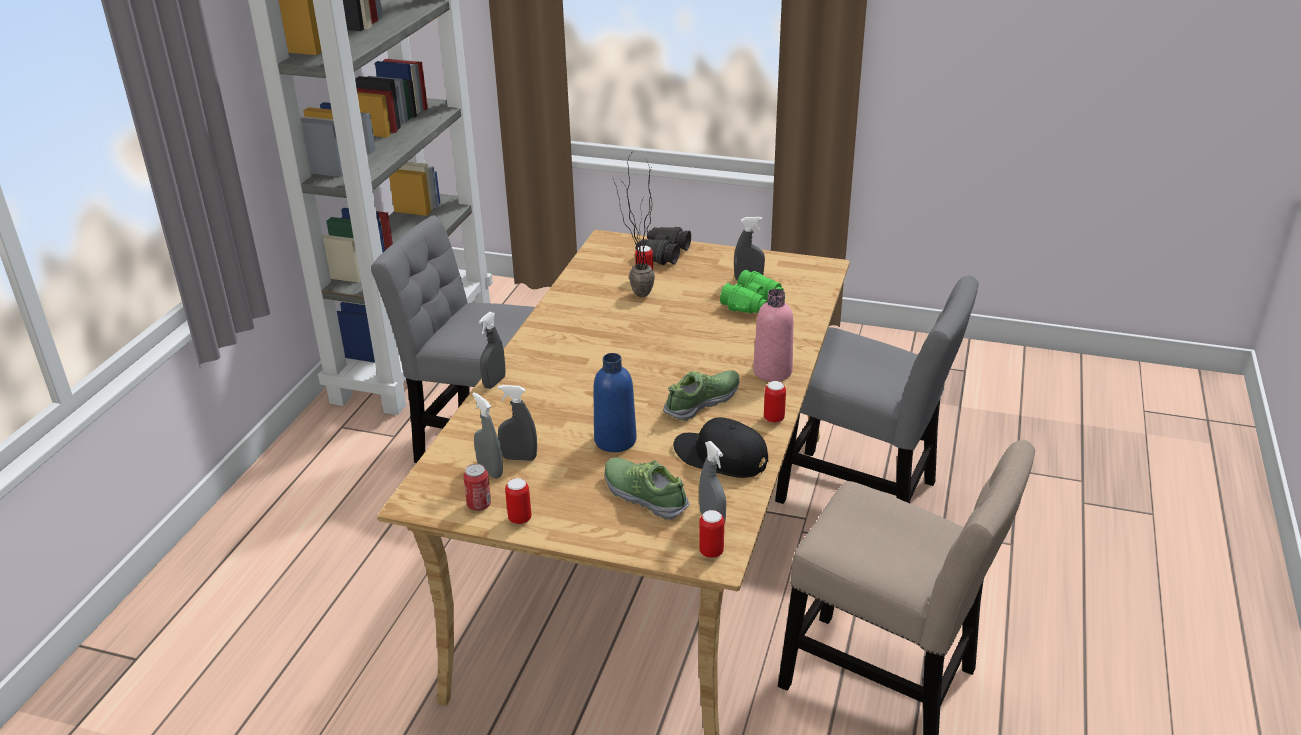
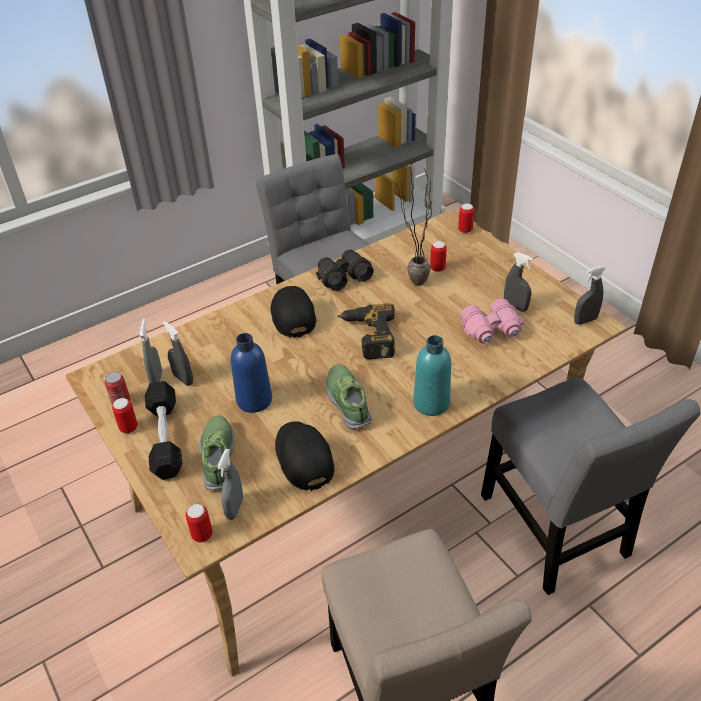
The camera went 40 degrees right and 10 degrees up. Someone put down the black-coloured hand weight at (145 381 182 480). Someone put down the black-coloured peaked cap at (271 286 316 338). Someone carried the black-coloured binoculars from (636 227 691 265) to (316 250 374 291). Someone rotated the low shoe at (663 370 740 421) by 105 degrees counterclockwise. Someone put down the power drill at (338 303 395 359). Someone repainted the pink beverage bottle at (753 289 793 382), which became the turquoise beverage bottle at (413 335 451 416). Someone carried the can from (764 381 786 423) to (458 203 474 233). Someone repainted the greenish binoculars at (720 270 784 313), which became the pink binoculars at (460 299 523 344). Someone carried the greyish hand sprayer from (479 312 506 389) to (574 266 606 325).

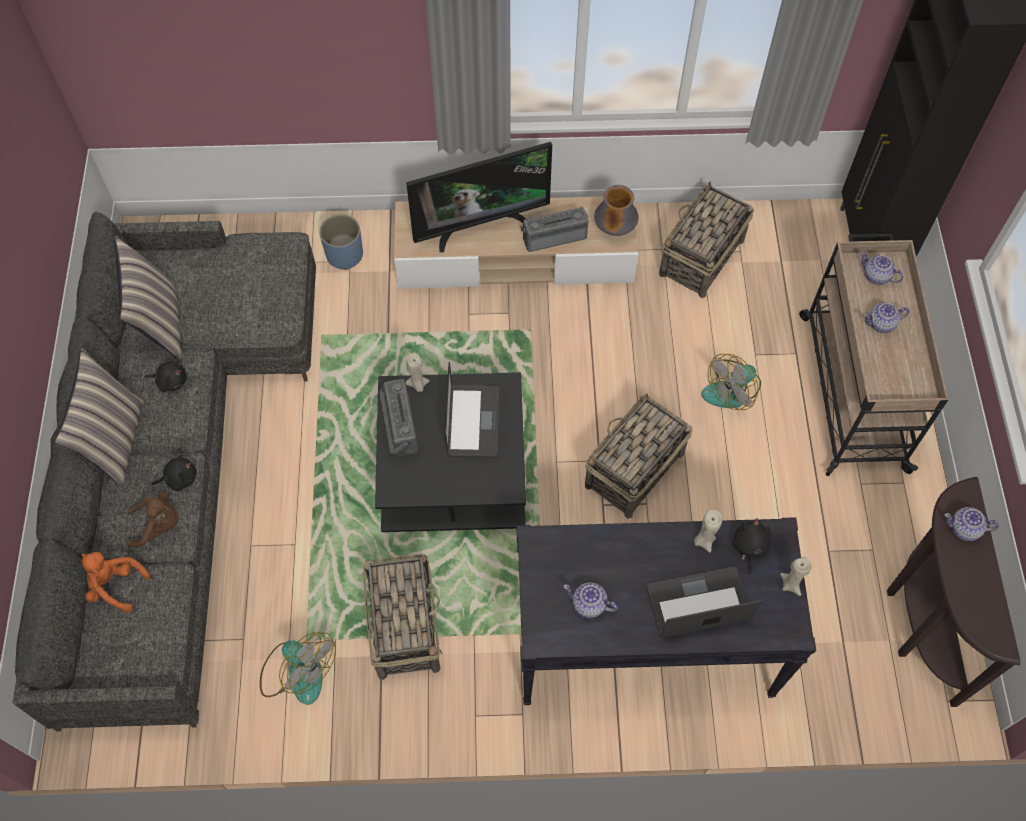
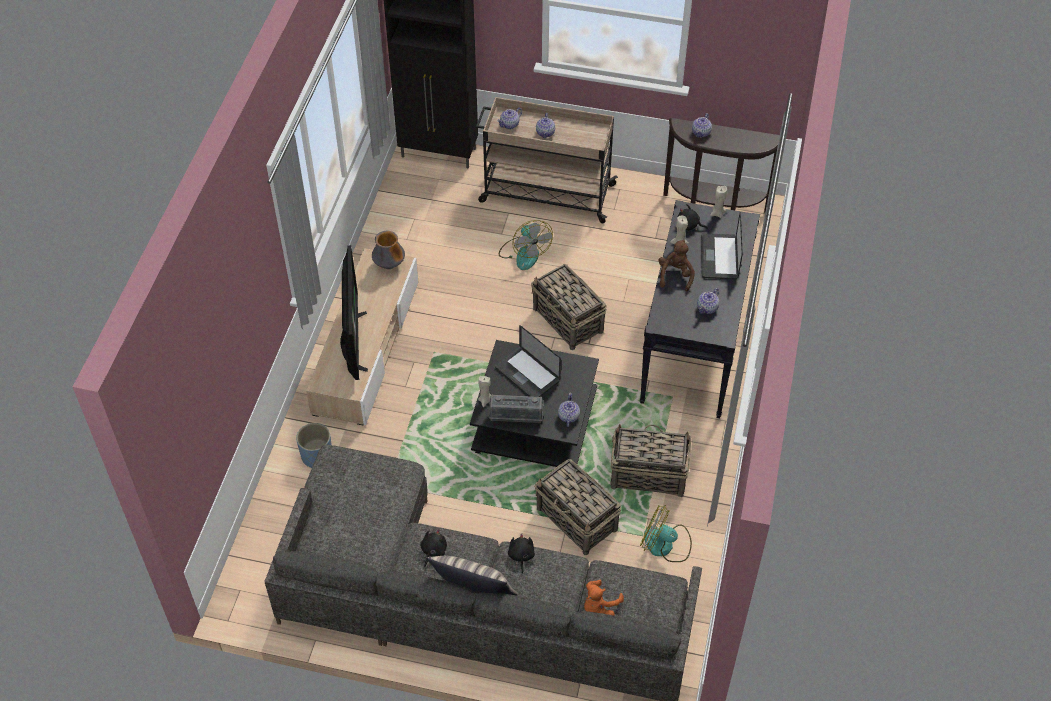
The camera went 75 degrees left and 10 degrees down. Someone rotated the portable computer at (445 362 499 458) by 150 degrees counterclockwise. Someone carried the household basket from (659 182 754 298) to (534 459 621 555). Someone put down the teapot at (558 393 580 427). Someone rotated the electric fan at (260 632 336 705) by 120 degrees counterclockwise. Someone carried the brownish plush toy from (126 492 178 547) to (659 240 695 291). Someone took away the throw pillow at (114 236 182 361). Someone took away the radio at (520 207 589 252).

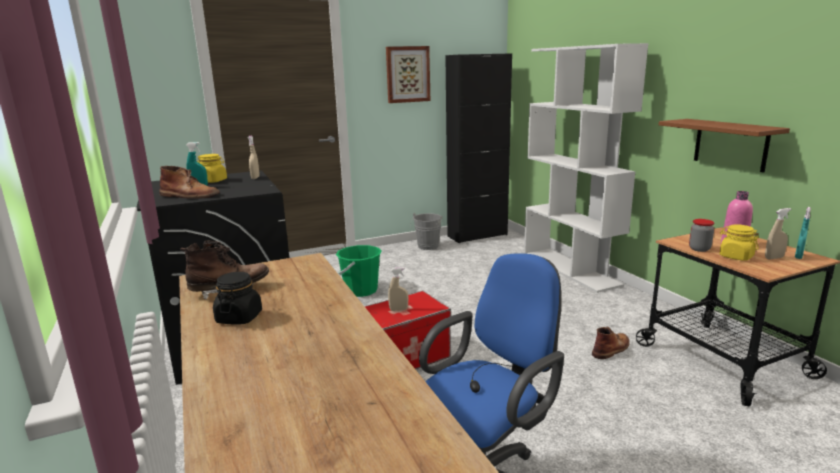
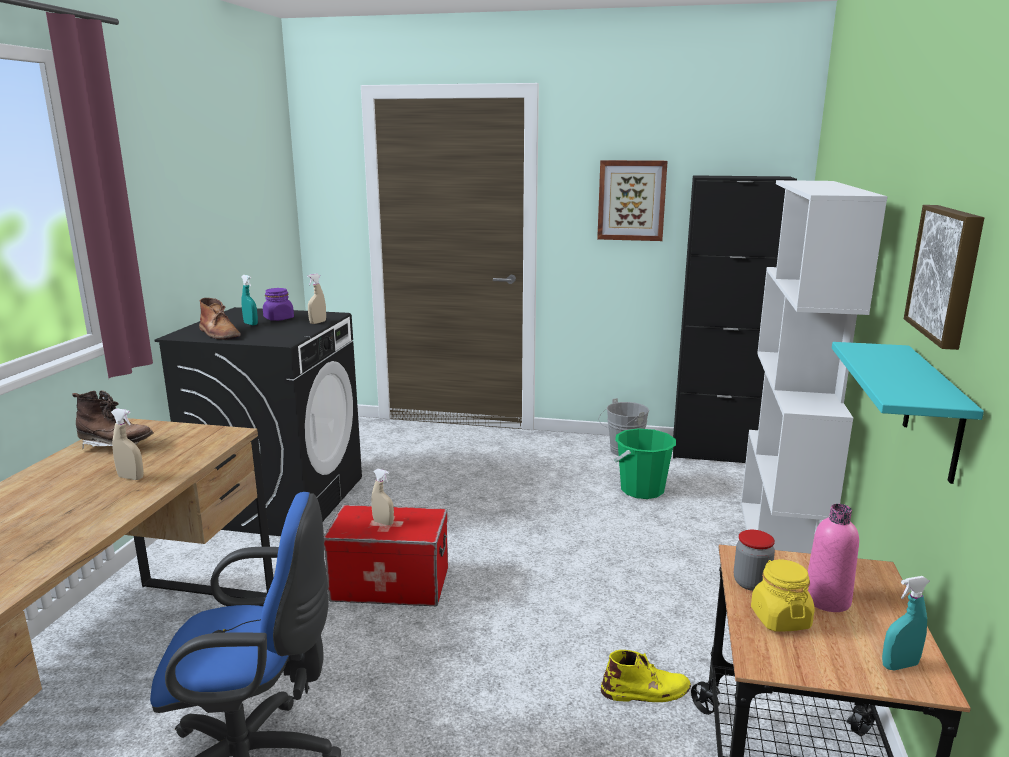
The camera went 35 degrees right and 0 degrees up. Someone carried the beige hand sprayer from (765 208 791 259) to (111 408 144 480). Someone repainted the yellow storage jar at (197 154 227 183), which became the purplish storage jar at (263 288 294 321). Someone repainted the brownish tall boot at (592 327 630 359), which became the yellow tall boot at (601 650 691 702). Someone carried the greenish bucket from (336 245 382 297) to (614 428 676 499). Someone repainted the brownish shelf at (659 119 790 173), which became the turquoise shelf at (832 342 984 484). Someone put up the wall picture at (904 205 984 350). Someone took away the black-coloured storage jar at (213 272 262 325).

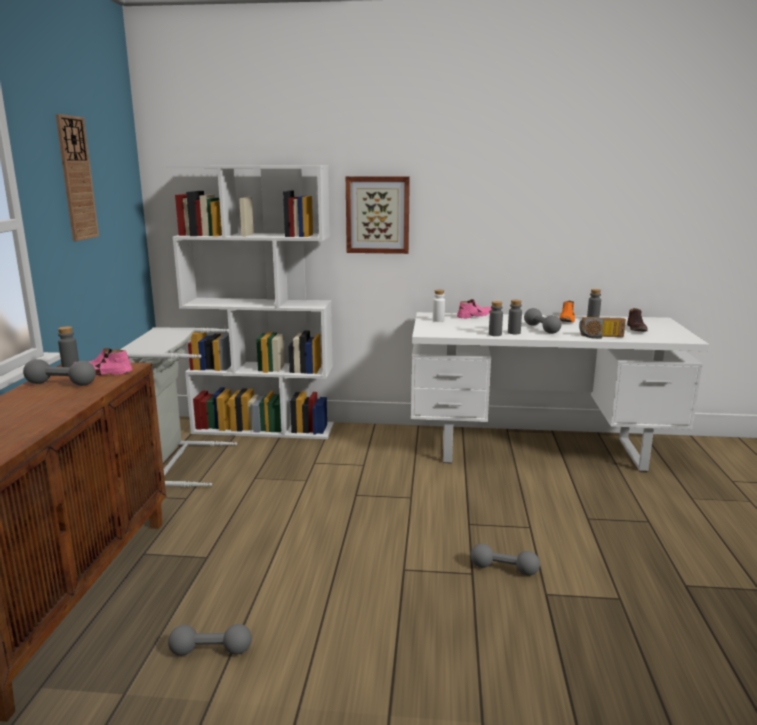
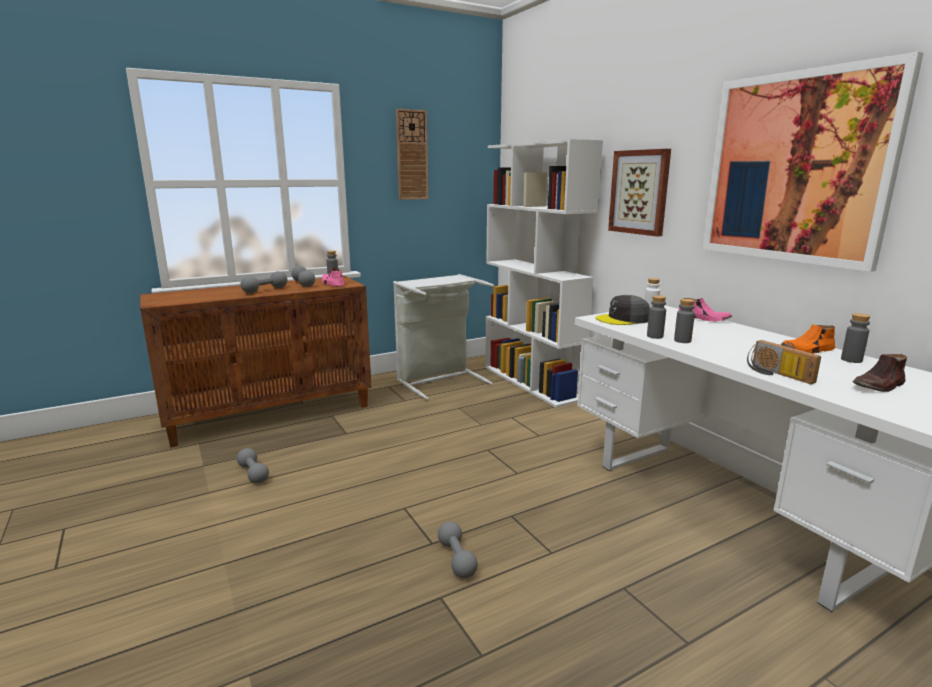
The camera went 55 degrees right and 0 degrees up. Someone carried the greyish hand weight from (524 308 562 334) to (240 271 287 293). Someone put down the greyish peaked cap at (596 295 650 325). Someone put up the wall picture at (703 52 923 272).

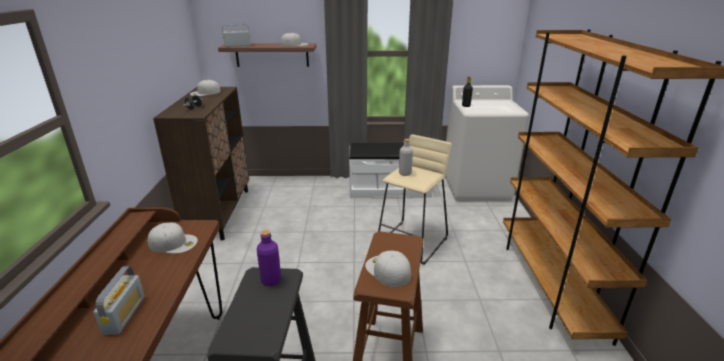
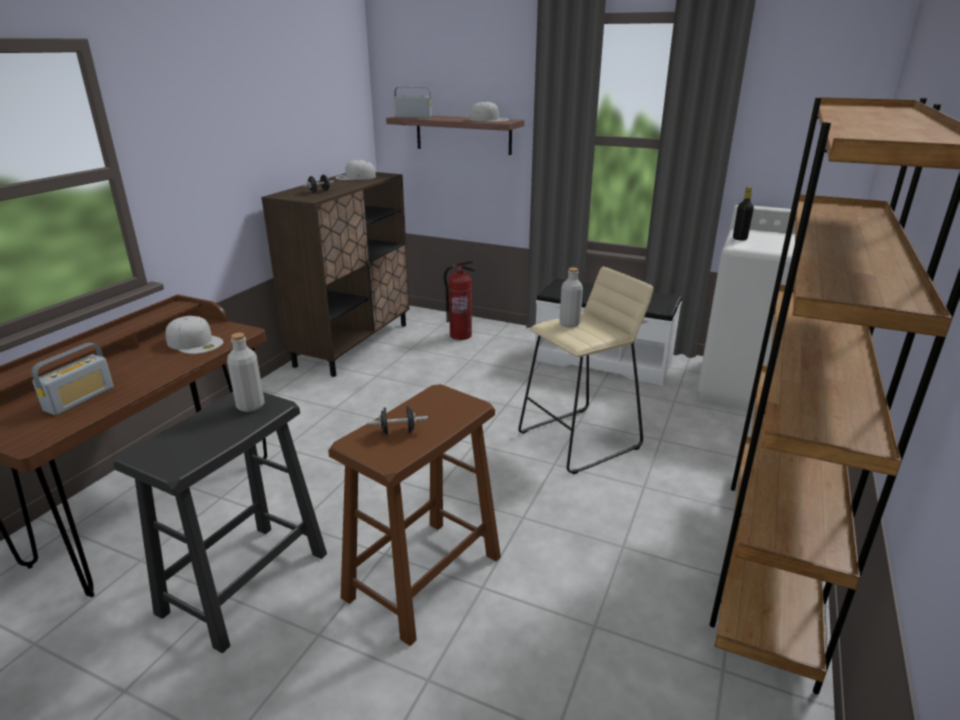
The camera went 25 degrees right and 0 degrees up. Someone repainted the purplish beverage bottle at (257 230 281 286), which became the greyish beverage bottle at (227 333 265 412). Someone swapped the whitish peaked cap at (365 250 411 287) for the black-coloured hand weight at (367 405 428 435). Someone put down the fire-fighting cylinder at (444 260 475 340).

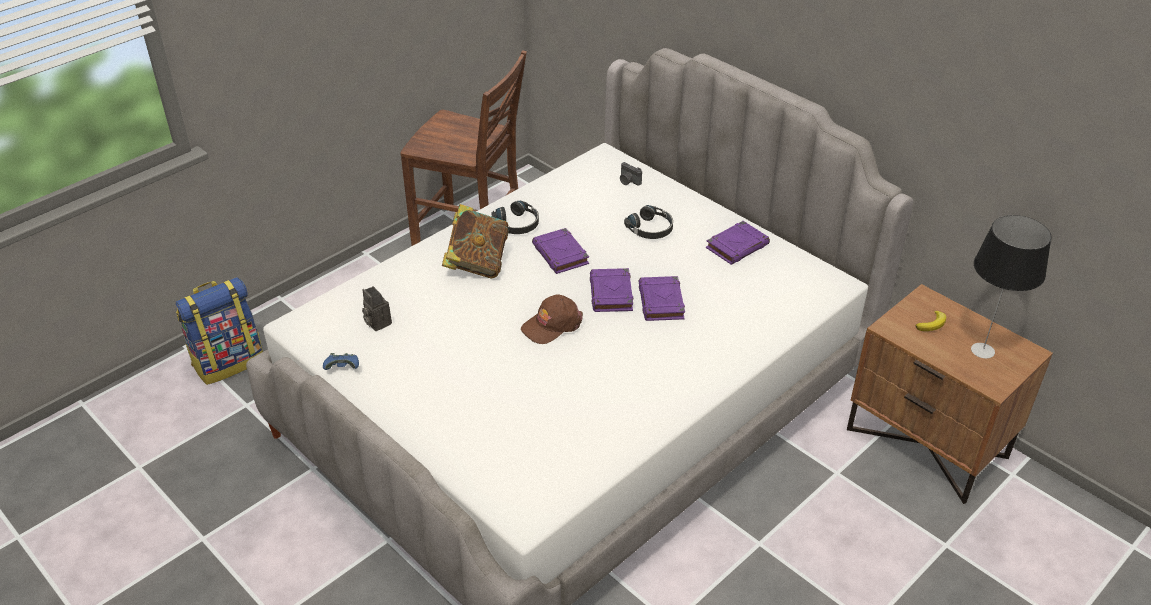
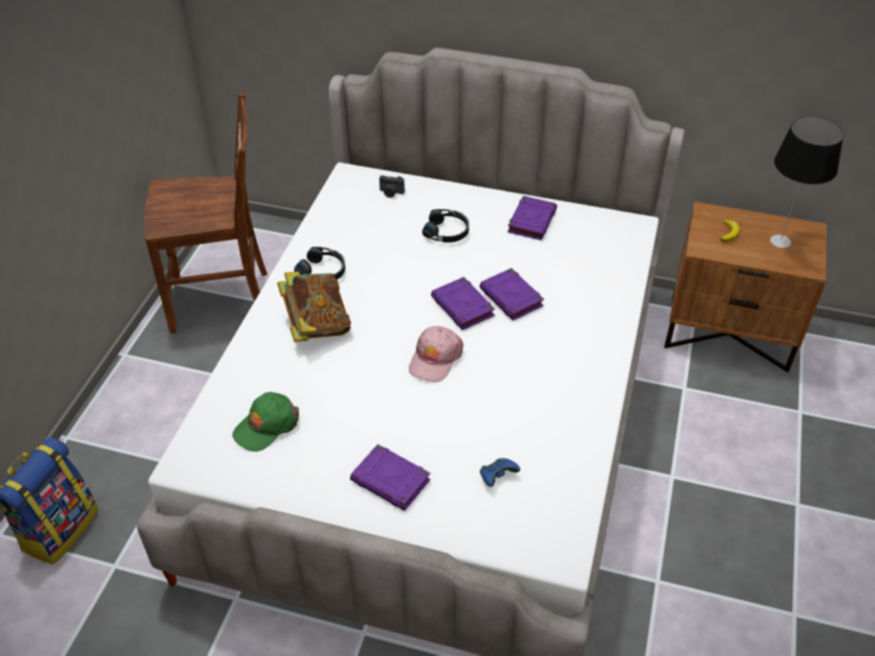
The camera went 30 degrees left and 5 degrees up. Someone swapped the photo camera at (362 286 392 331) for the greenish peaked cap at (232 392 299 452). Someone carried the purplish bound book from (532 228 589 274) to (350 444 430 511). Someone repainted the brownish peaked cap at (521 295 583 344), which became the pink peaked cap at (409 326 464 382). Someone carried the bluish gamepad from (323 353 359 370) to (480 458 520 487).

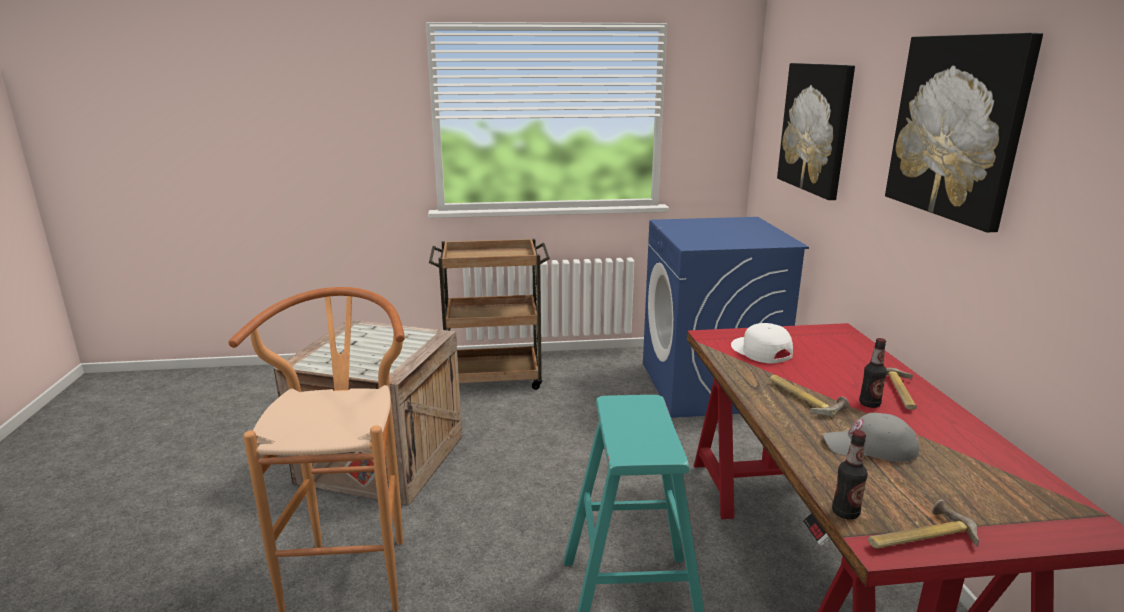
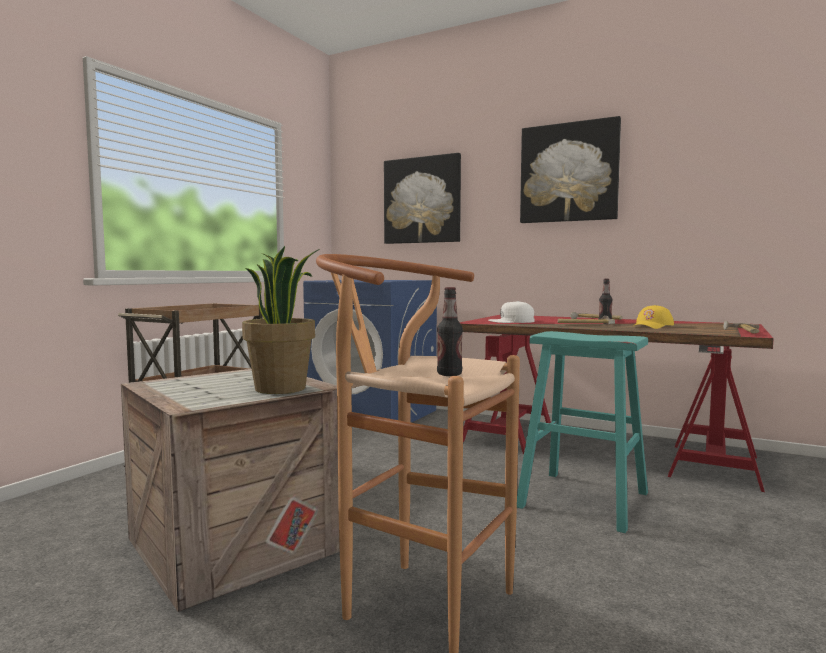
The camera went 55 degrees left and 15 degrees down. Someone put down the houseplant at (242 246 319 394). Someone carried the beverage bottle from (832 430 868 520) to (437 287 463 376). Someone repainted the greyish peaked cap at (823 413 919 462), which became the yellow peaked cap at (632 305 674 329).

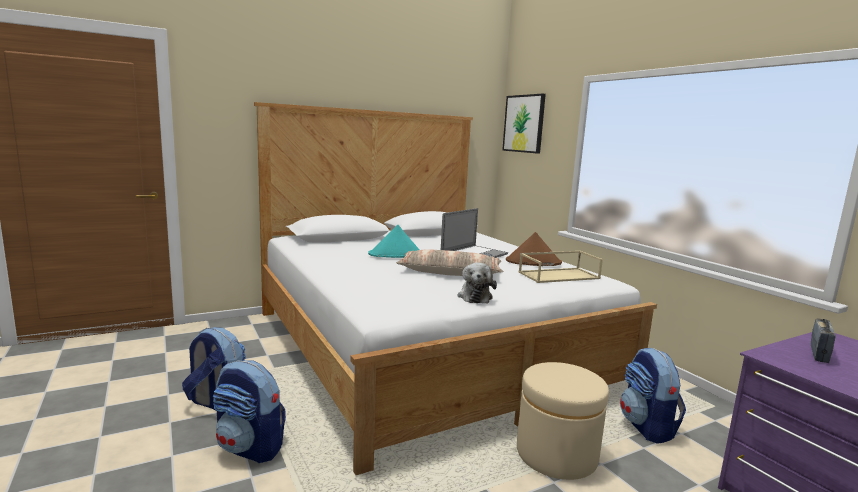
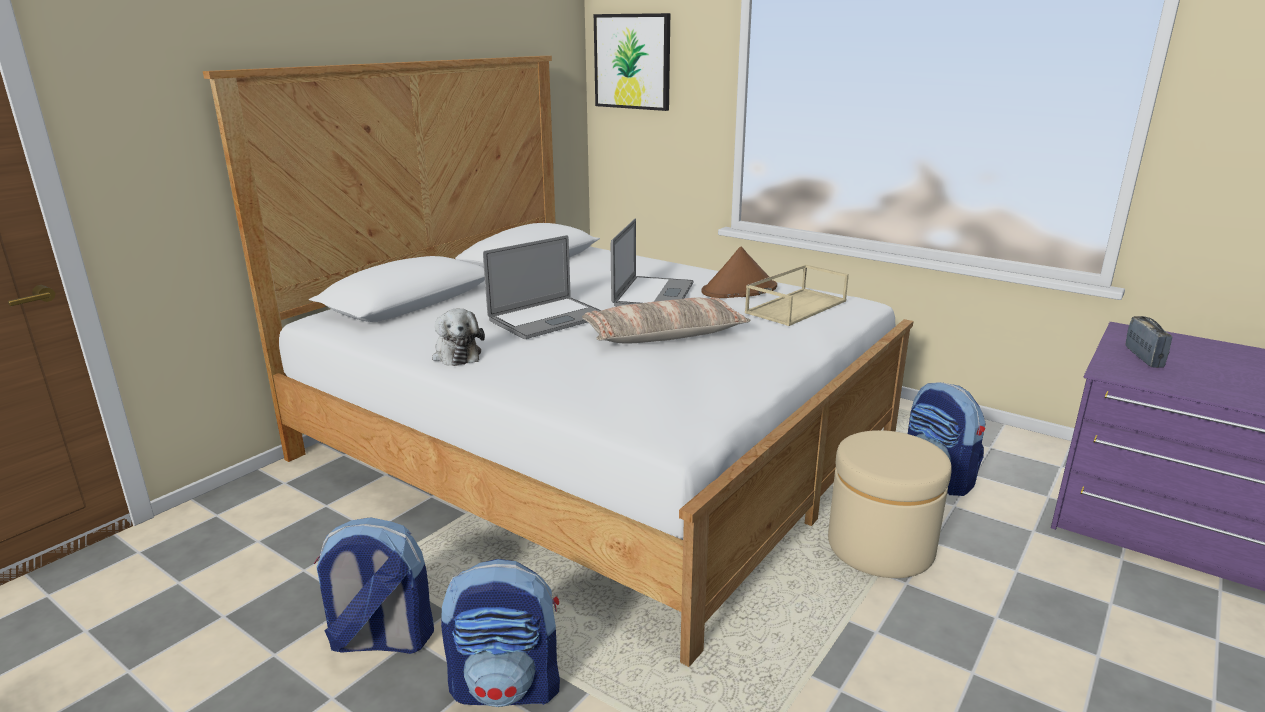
The camera went 25 degrees left and 10 degrees up. Someone carried the plush toy from (457 262 497 304) to (432 309 485 366). Someone swapped the turquoise clothing hat at (368 225 419 258) for the portable computer at (483 235 602 339).

